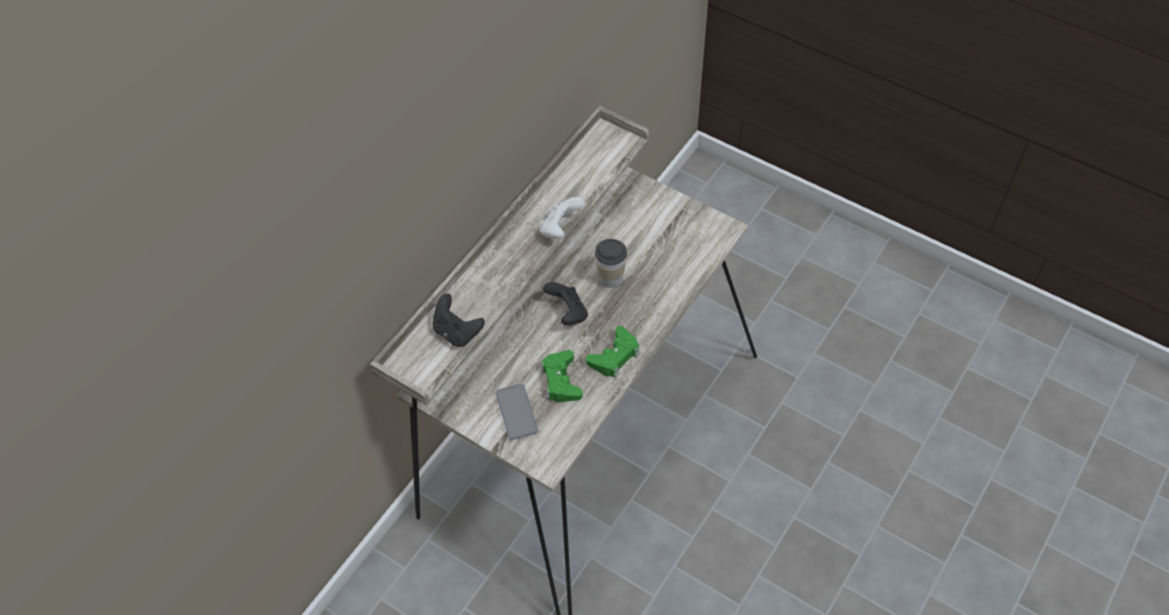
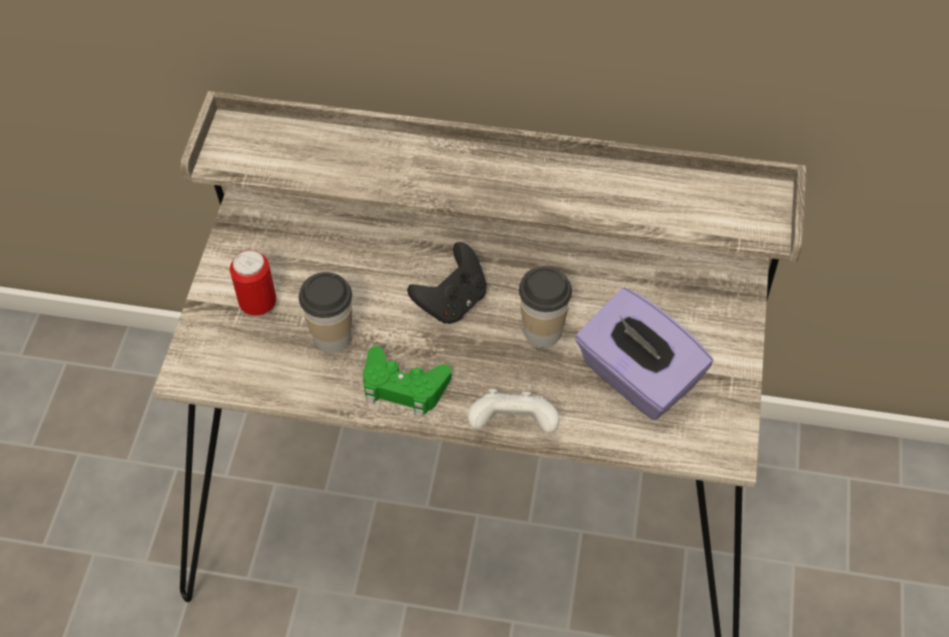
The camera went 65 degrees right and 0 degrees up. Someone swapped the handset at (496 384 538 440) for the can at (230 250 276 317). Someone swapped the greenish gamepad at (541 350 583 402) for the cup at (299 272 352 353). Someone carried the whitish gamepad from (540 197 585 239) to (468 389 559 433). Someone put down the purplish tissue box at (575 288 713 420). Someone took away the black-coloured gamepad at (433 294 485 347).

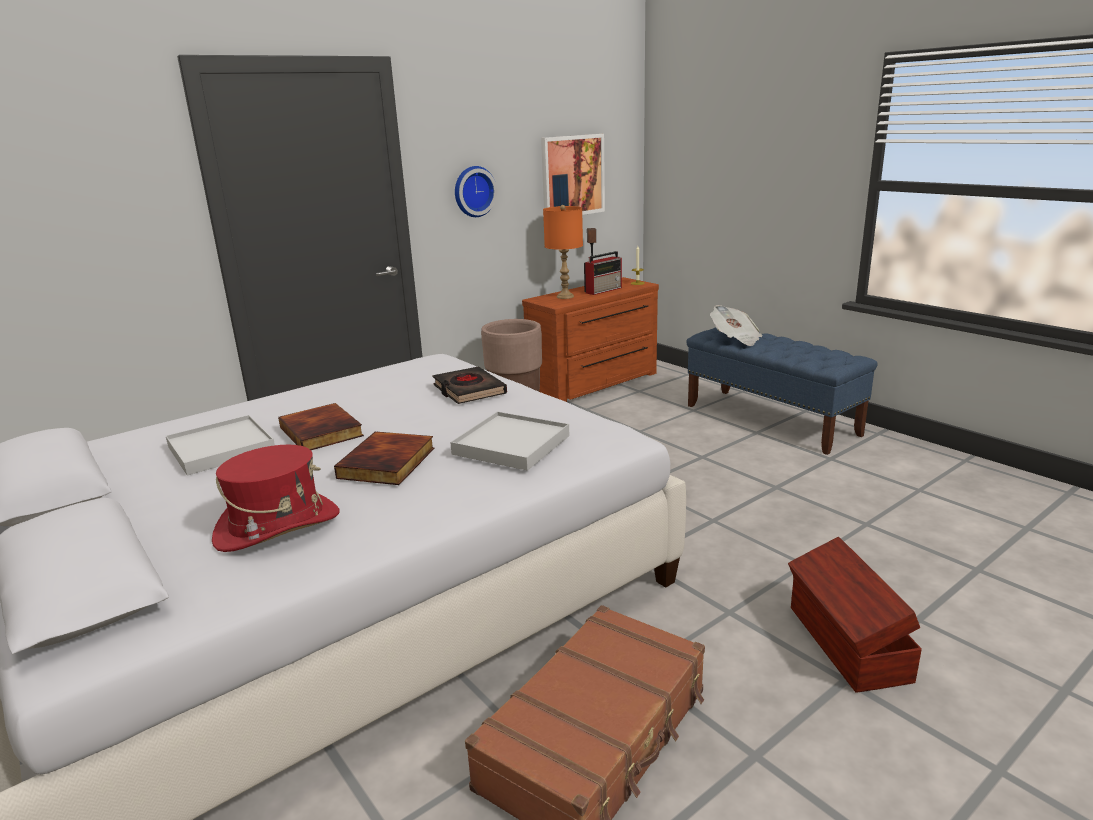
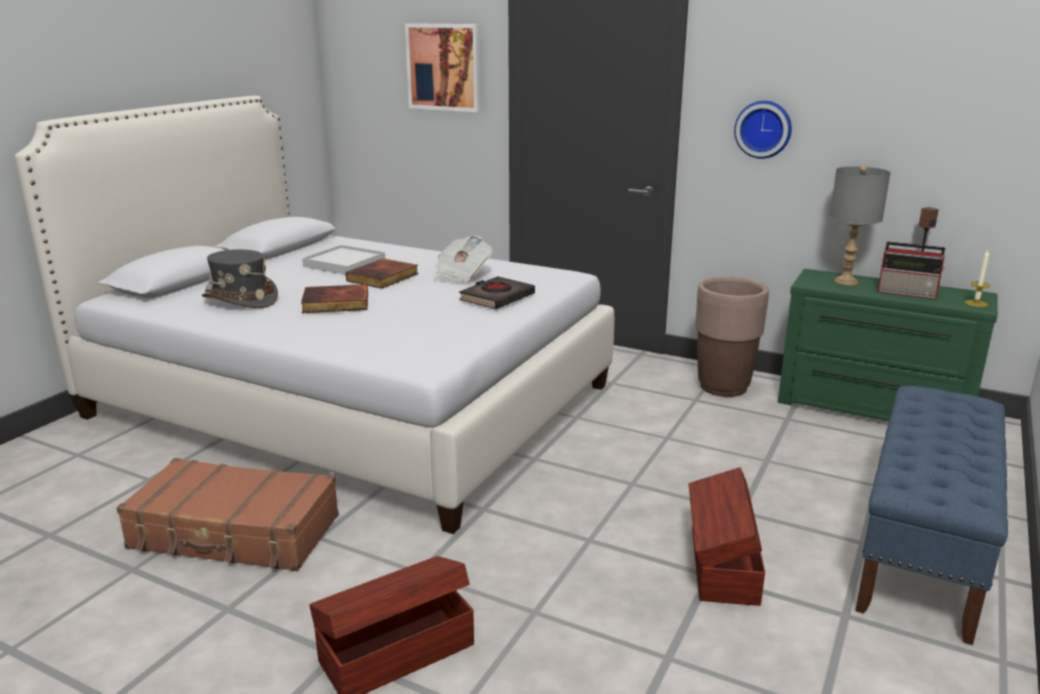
The camera went 65 degrees right and 0 degrees up. Someone repainted the reddish clothing hat at (212 445 340 552), which became the greyish clothing hat at (202 249 278 308). Someone carried the wall picture from (541 134 605 215) to (405 23 480 112). Someone carried the printed paper from (710 305 763 346) to (434 235 492 283). Someone put down the brownish storage container at (689 467 765 606). Someone repainted the brownish chest of drawers at (522 277 659 402), which became the greenish chest of drawers at (778 269 998 421). Someone repainted the orangey tabletop lamp at (543 205 583 299), which became the greyish tabletop lamp at (830 166 891 286). Someone took away the whitish serving tray at (450 411 570 471).

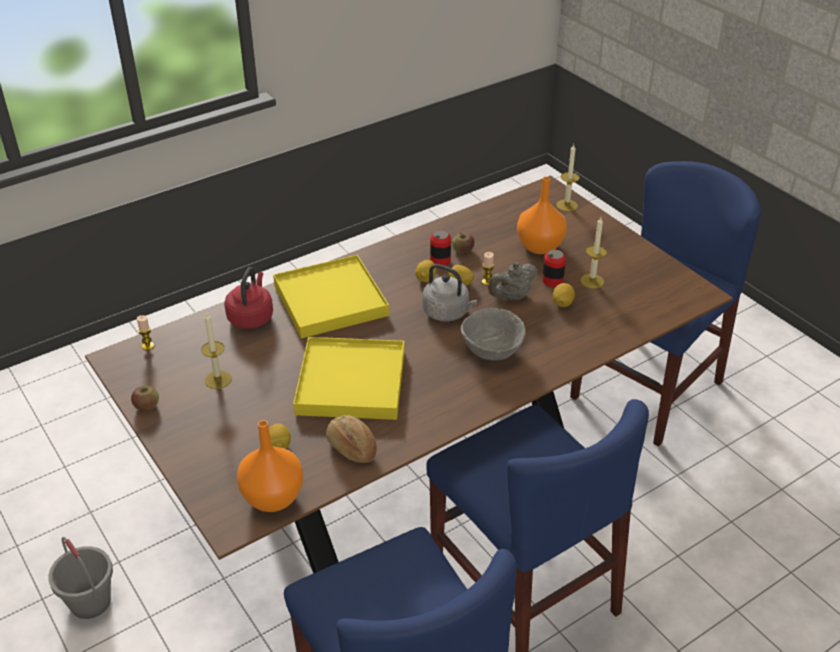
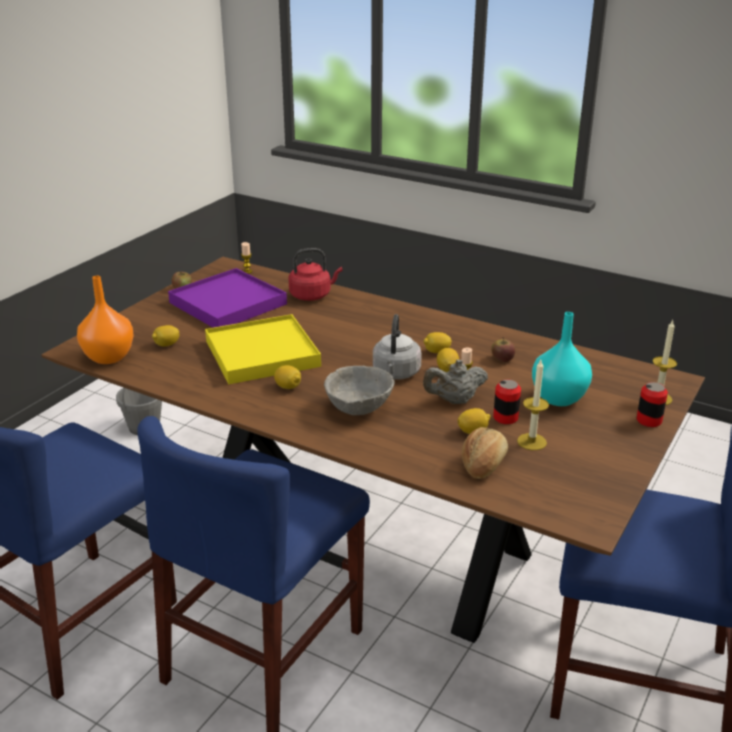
The camera went 65 degrees right and 10 degrees down. Someone swapped the wax light at (201 313 231 389) for the purplish serving tray at (168 268 287 328). Someone put down the whole lemon at (274 365 301 389). Someone rotated the greyish teapot at (488 262 537 300) by 45 degrees counterclockwise. Someone carried the baked bread from (326 415 377 463) to (462 427 508 479). Someone repainted the orangey flower vase at (517 177 567 254), which became the turquoise flower vase at (532 312 592 406). Someone carried the can from (430 230 451 266) to (637 382 668 427). Someone took away the yellow serving tray at (273 255 389 339).

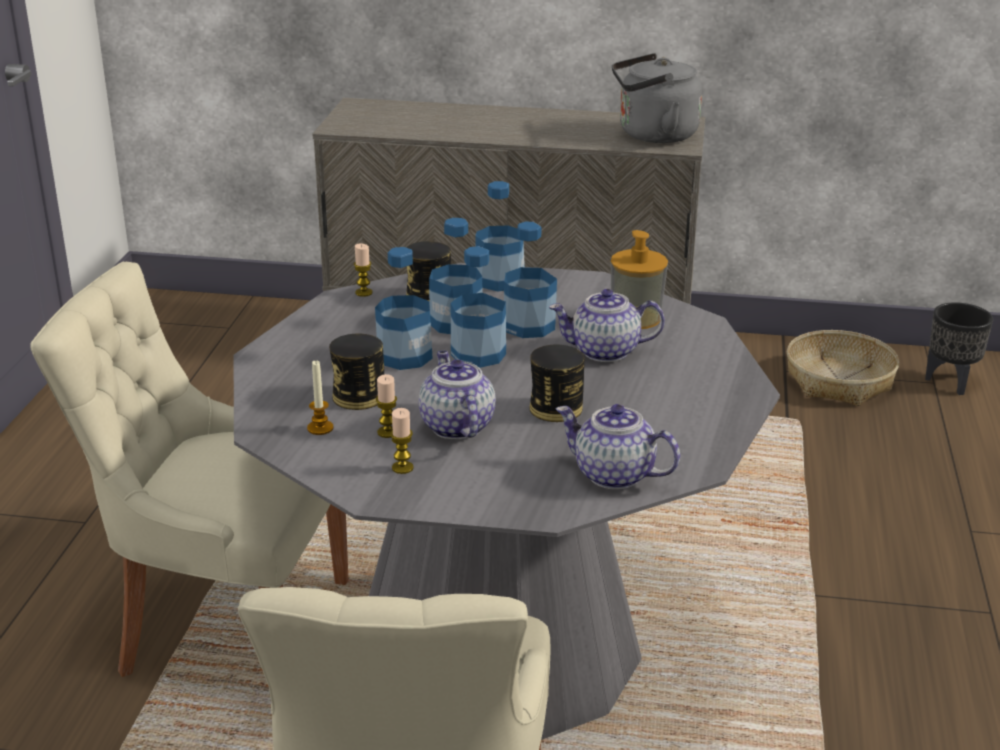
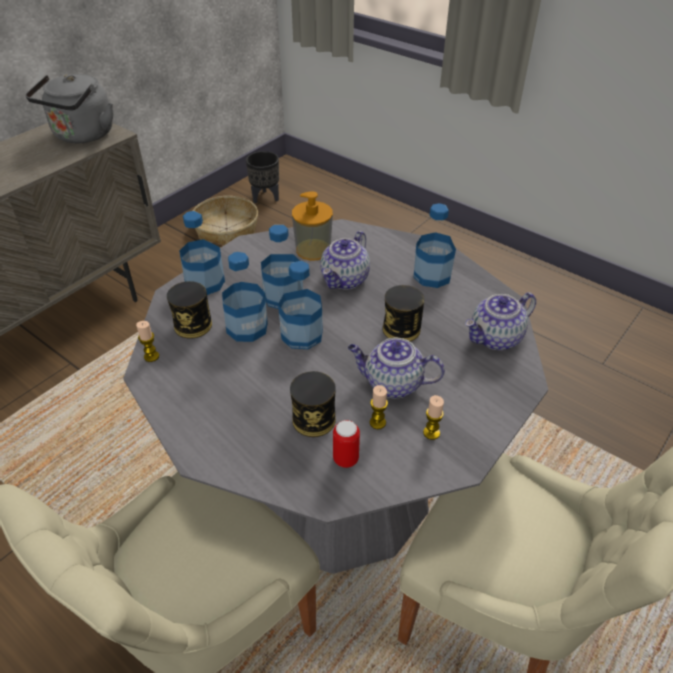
The camera went 60 degrees left and 15 degrees up. Someone swapped the wax light at (307 360 333 435) for the can at (333 420 360 468). Someone carried the beverage bottle from (375 247 433 370) to (414 203 456 288).

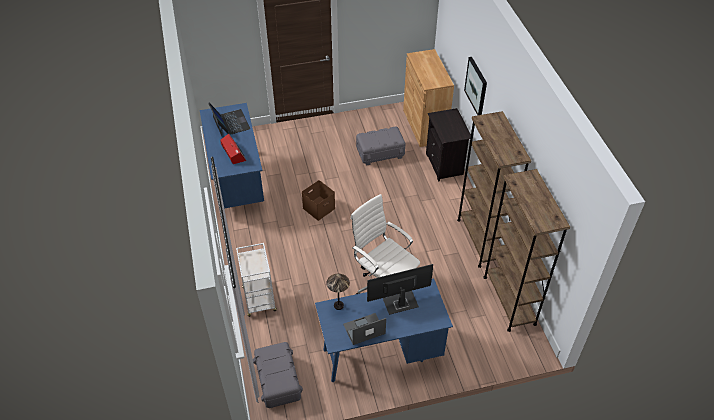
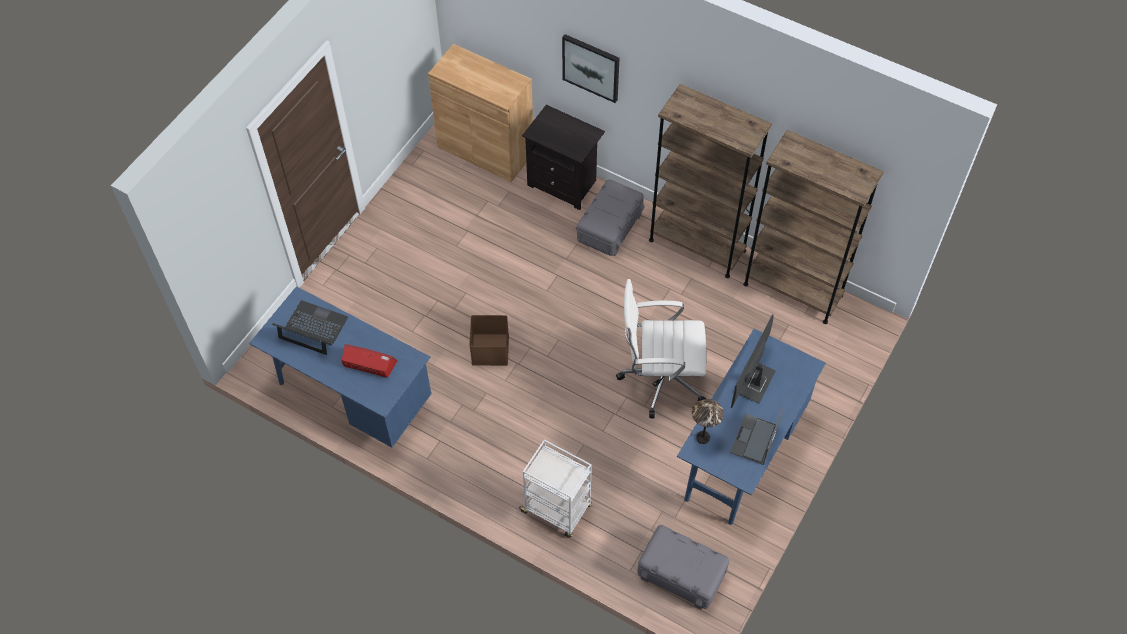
The camera went 45 degrees left and 10 degrees up. Someone carried the greyish storage container from (356 126 406 166) to (576 179 645 256).

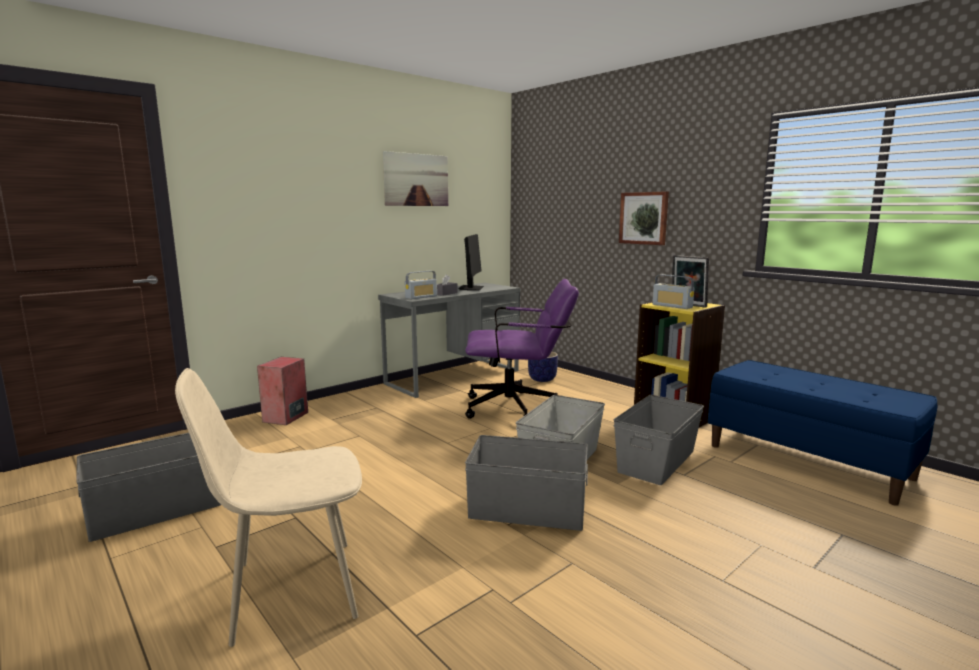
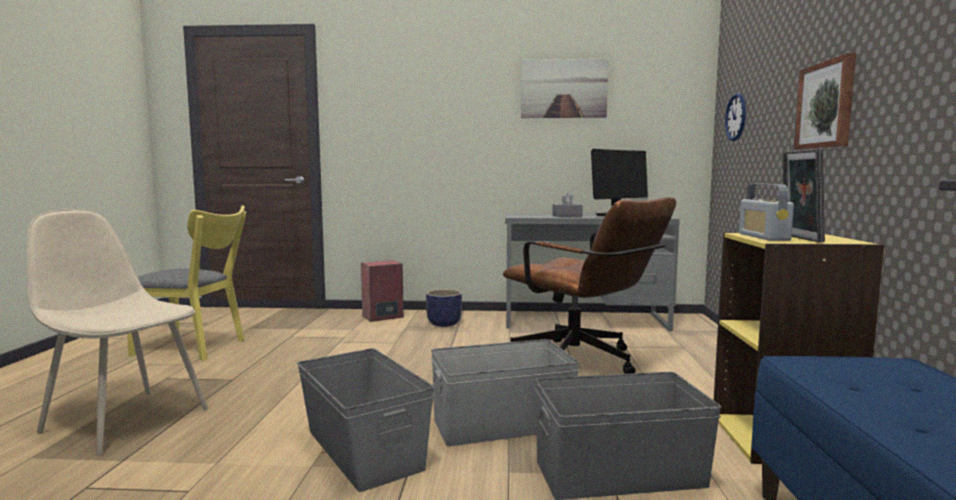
The camera went 45 degrees right and 5 degrees down. Someone swapped the greyish storage container at (76 433 221 542) for the yellow upright chair at (127 205 246 361). Someone carried the planter from (528 352 558 382) to (426 289 462 327). Someone repainted the purplish computer chair at (465 279 579 419), which became the brownish computer chair at (503 197 676 374). Someone put up the clock on the wall at (725 94 746 141). Someone took away the radio at (405 271 437 299).

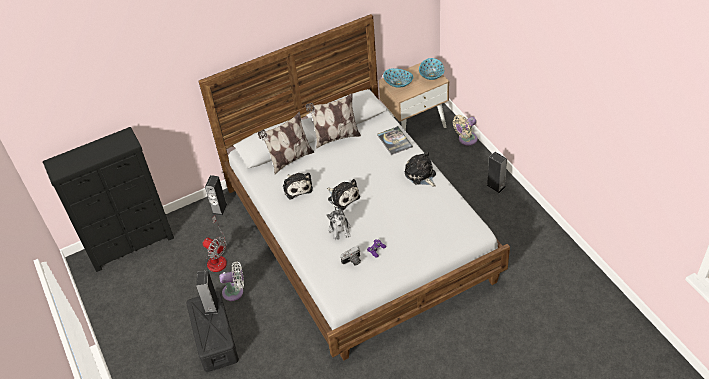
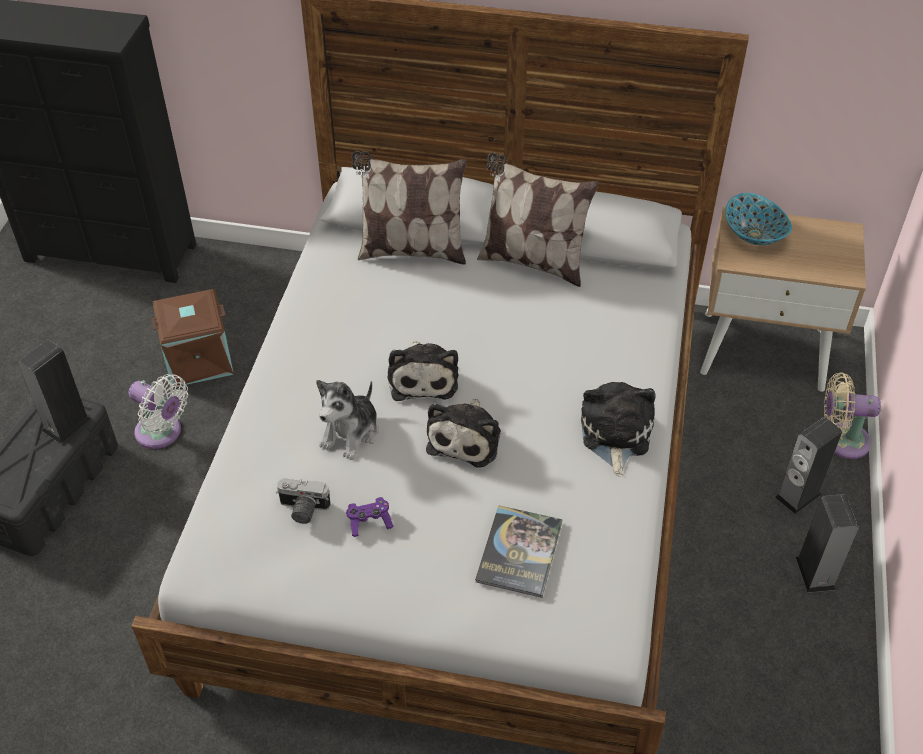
The camera went 35 degrees right and 0 degrees up. Someone swapped the electric fan at (202 216 227 272) for the brownish storage container at (151 289 234 388). Someone carried the plush toy from (283 173 313 200) to (426 398 501 468). Someone carried the bound book from (377 126 413 155) to (475 505 563 598). Someone carried the loudspeaker from (205 175 227 216) to (775 417 842 514). Someone took away the deep dish at (419 58 444 80).

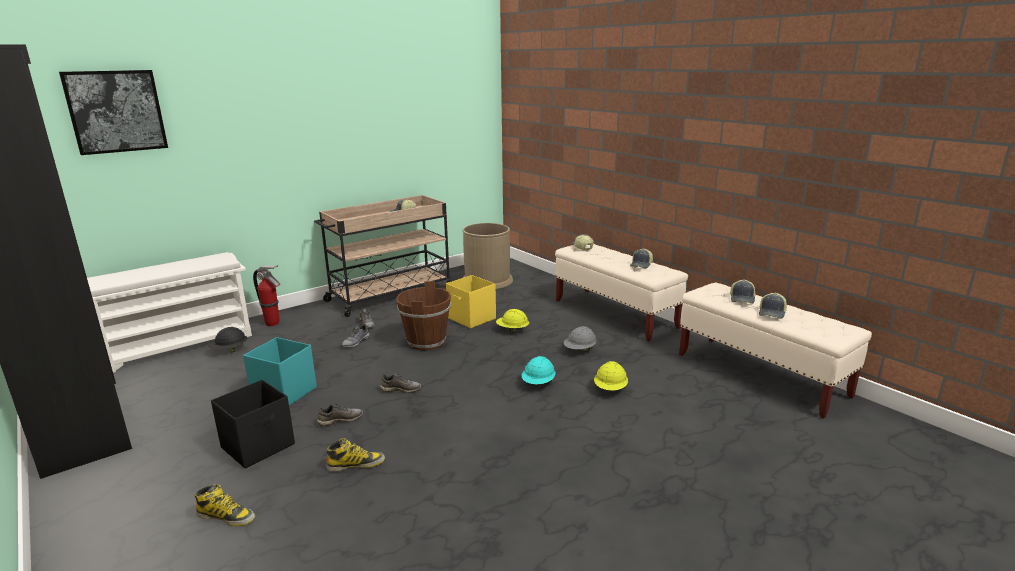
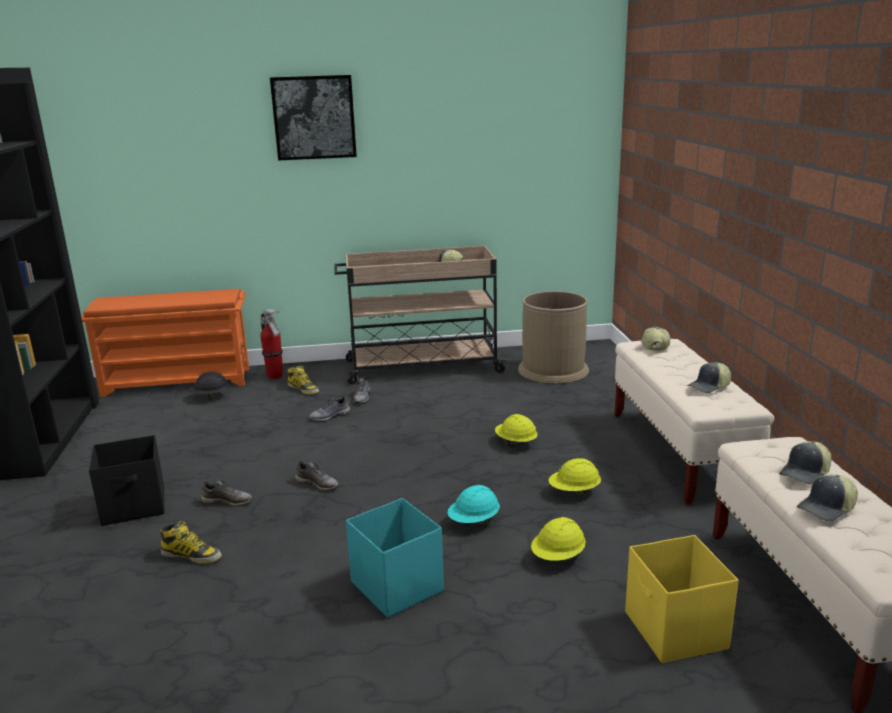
The camera went 30 degrees right and 0 degrees up. Someone repainted the whitish shoe rack at (87 252 252 373), which became the orangey shoe rack at (81 289 249 397). Someone carried the wall picture from (59 70 168 155) to (270 75 357 160). Someone carried the tall boot from (194 484 255 526) to (287 365 319 395). Someone carried the turquoise storage container from (243 337 317 406) to (346 498 444 618). Someone repainted the greyish work helmet at (564 326 597 352), which became the yellow work helmet at (548 458 601 497). Someone carried the yellow storage container from (446 275 496 328) to (625 535 739 663). Someone took away the brownish bucket at (396 281 451 350).

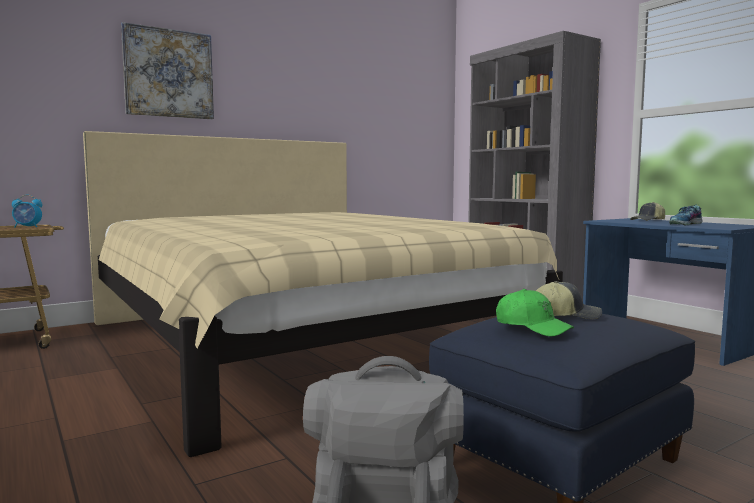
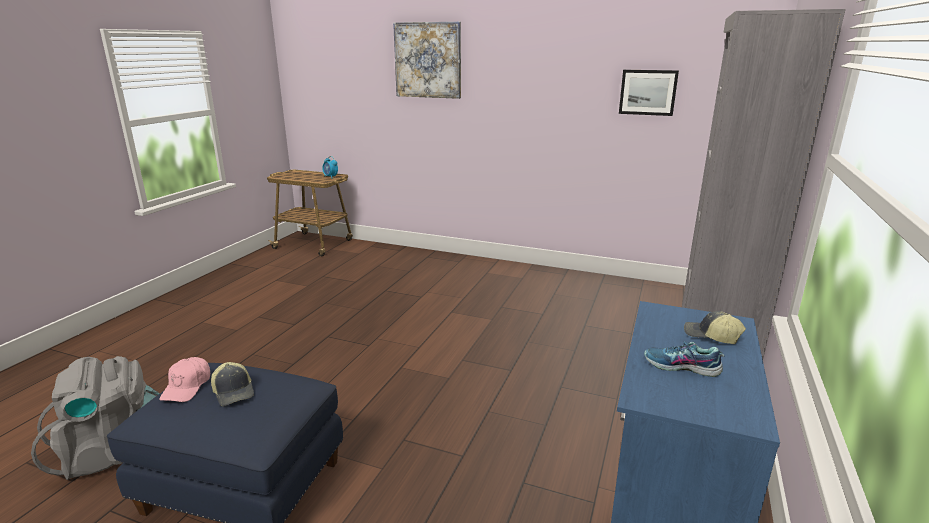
The camera went 55 degrees right and 15 degrees up. Someone repainted the greenish peaked cap at (496 289 574 336), which became the pink peaked cap at (159 357 210 402). Someone put up the wall picture at (619 70 679 116). Someone took away the beige bedroom bed at (83 131 563 457).

